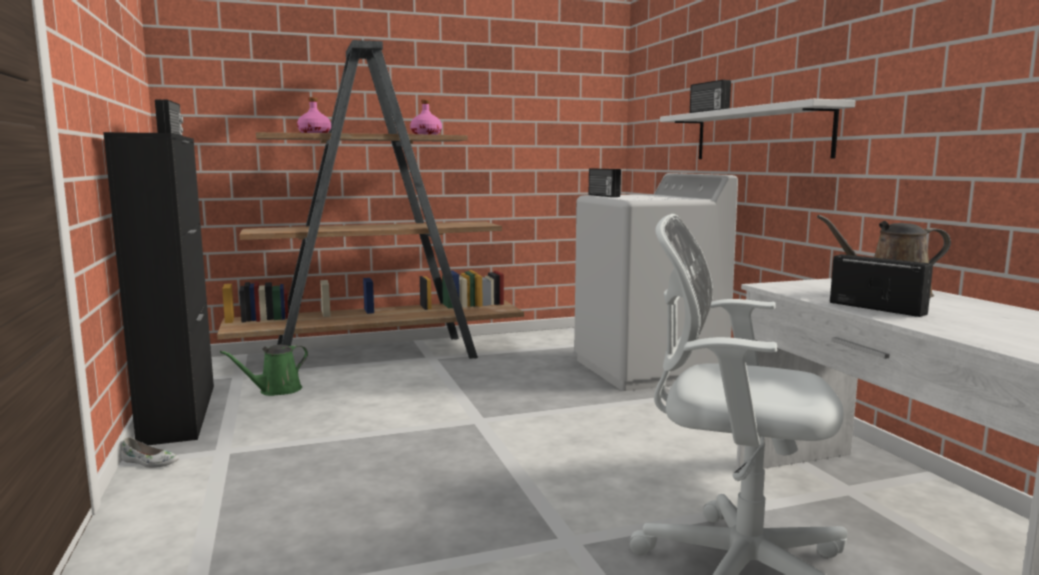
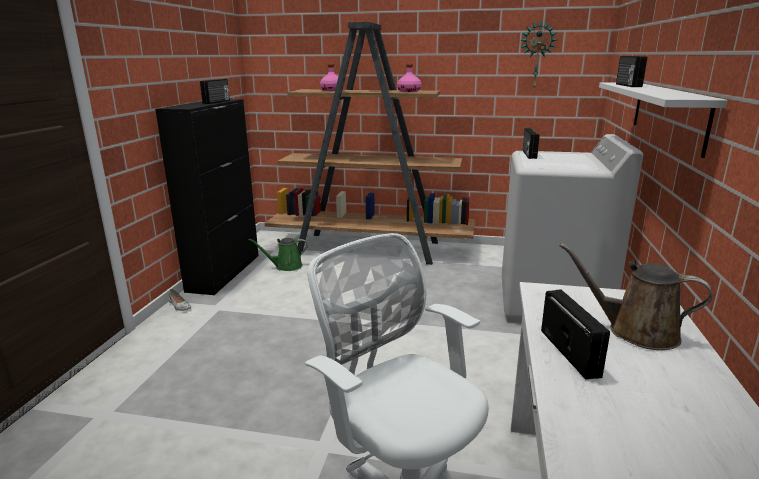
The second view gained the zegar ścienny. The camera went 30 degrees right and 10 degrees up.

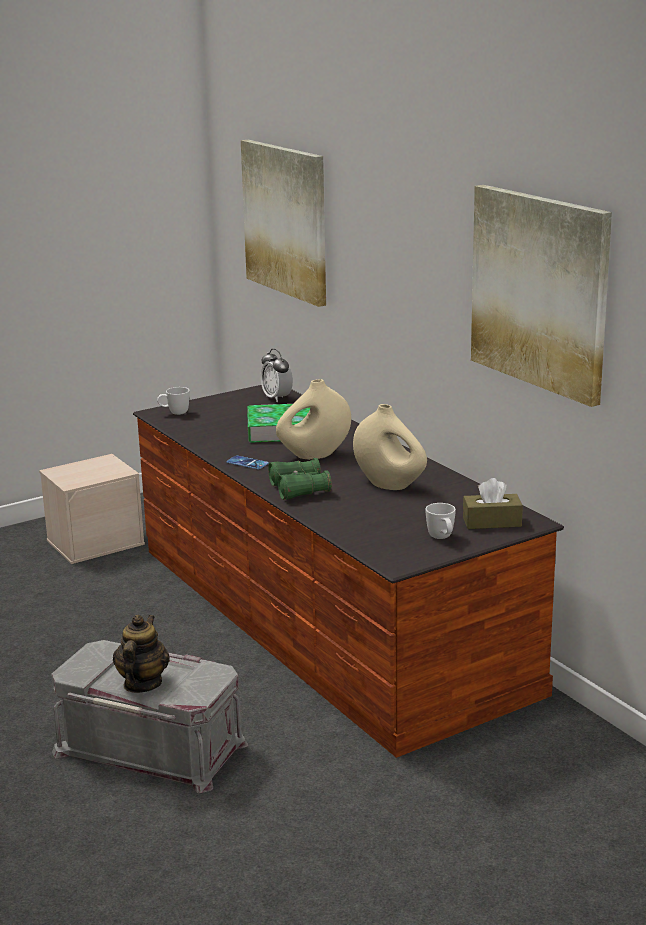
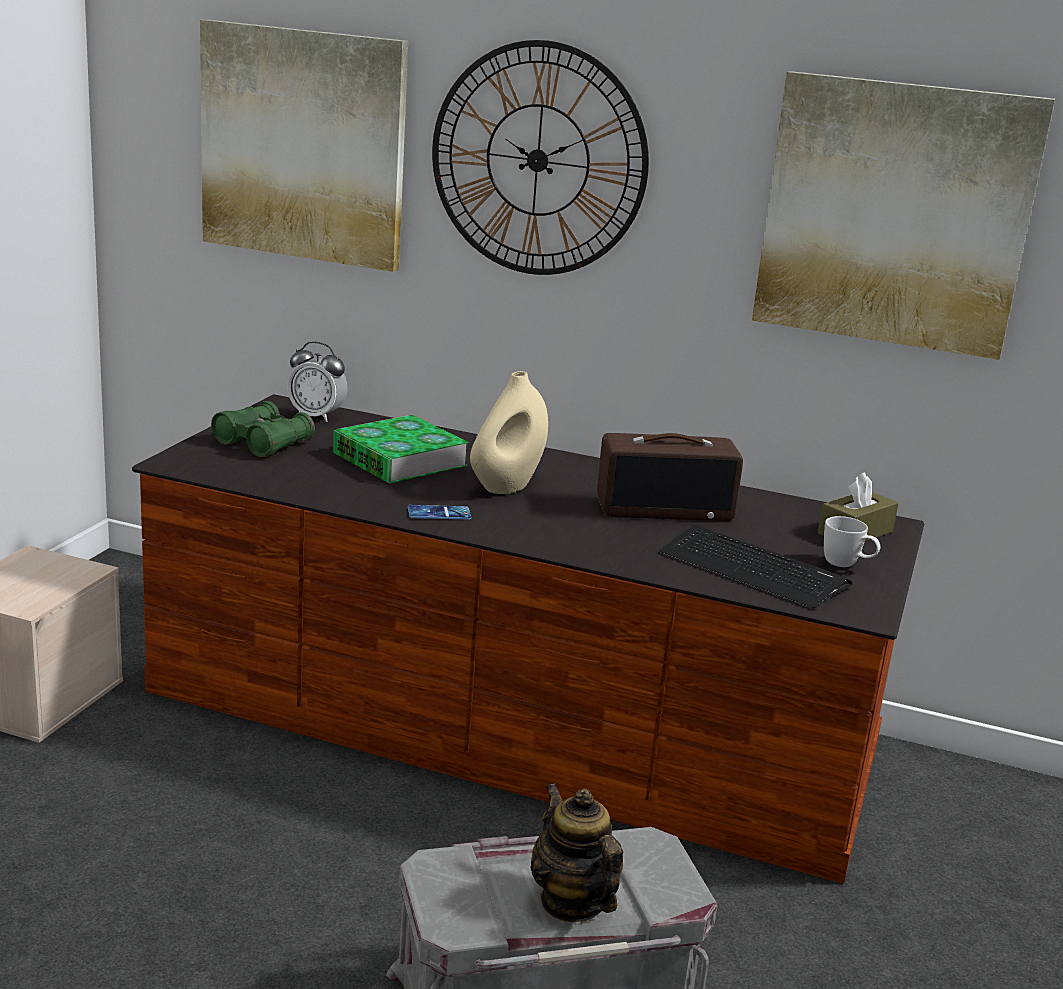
The lornetka/zielony ended up elsewhere. The second view gained the zegar ścienny. Where the wazon/beżowy (2nd from left) stood, the radio came to stand. The second view gained the klawiatura. The second view lost the kubek/biały (1st from left). The camera went 40 degrees left and 0 degrees up.

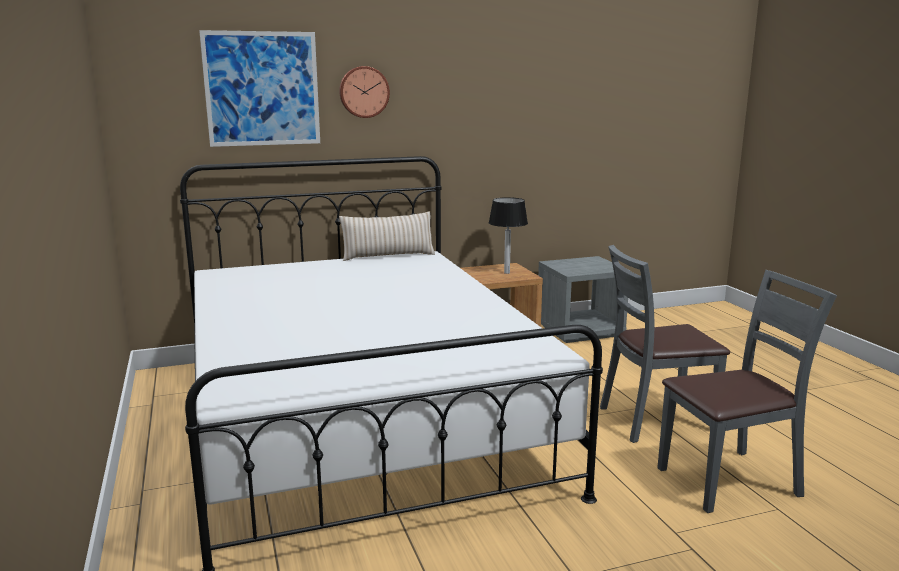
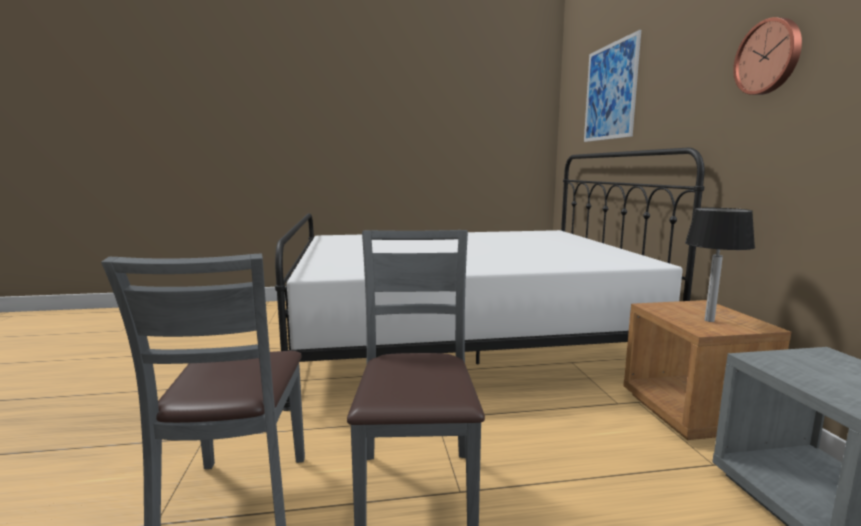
The zegar ścienny ended up elsewhere. The second view lost the poduszka/beżowy. The camera went 100 degrees right and 5 degrees down.

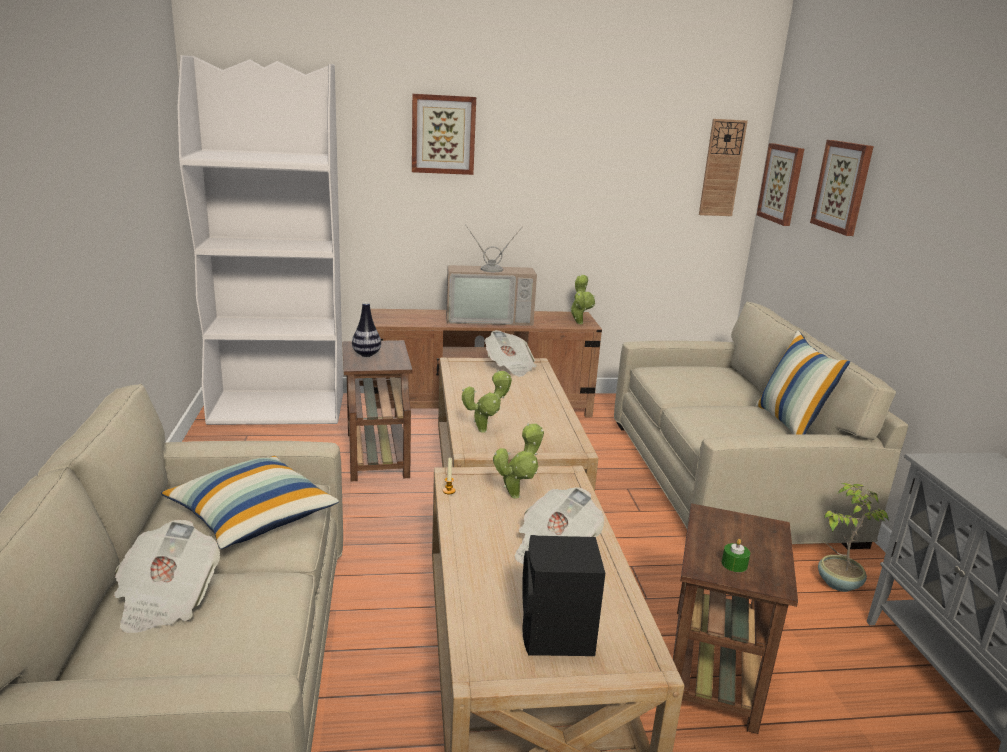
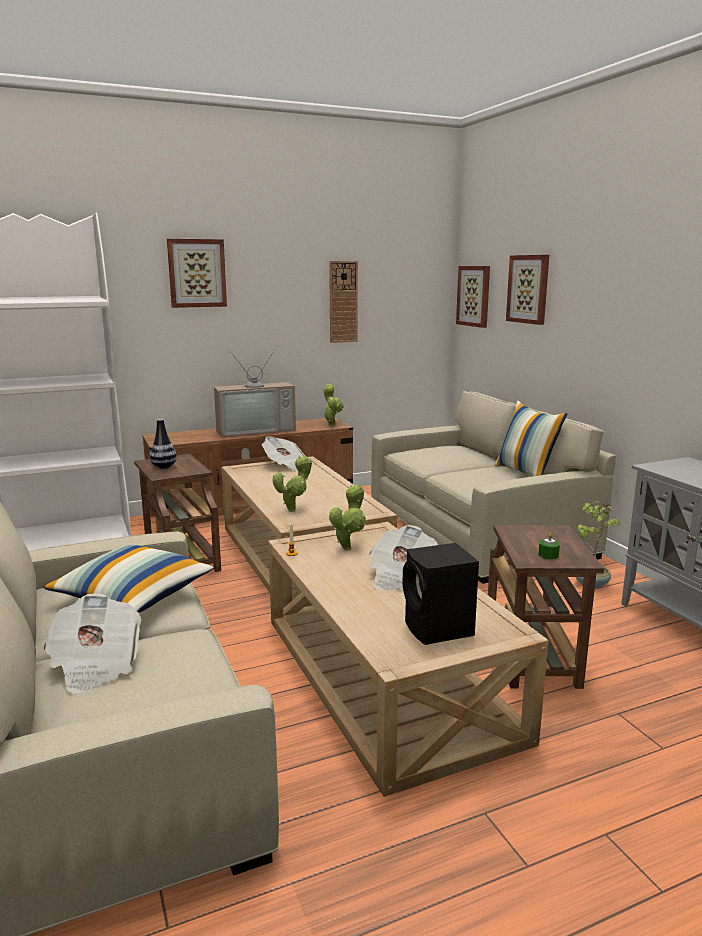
The zegar ścienny ended up elsewhere. The camera went 15 degrees left and 5 degrees down.

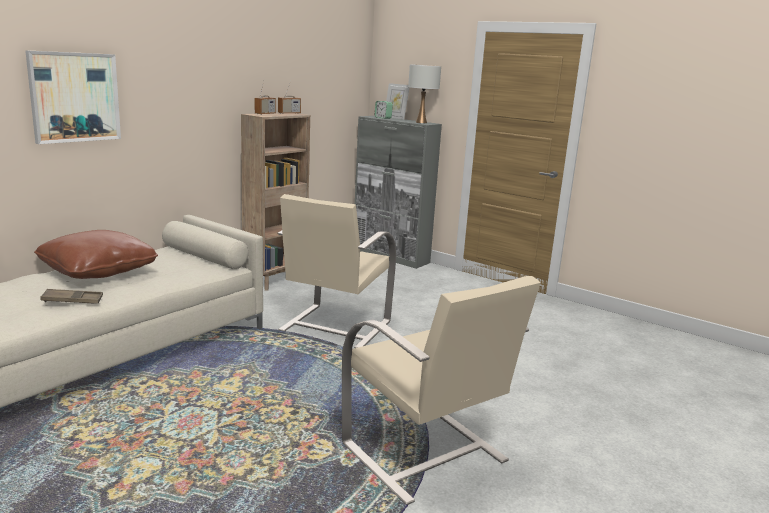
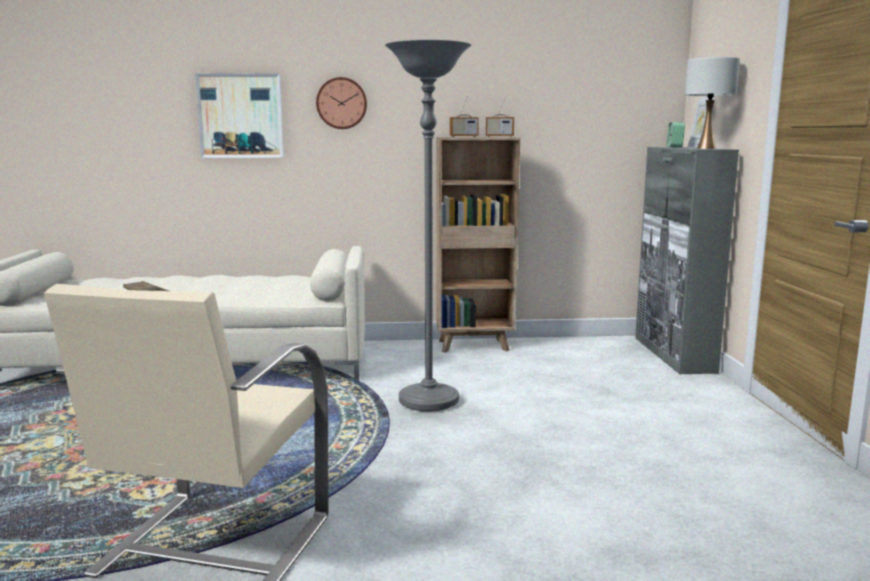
The second view gained the zegar ścienny. Where the fotel/beżowy (1st from left) stood, the lampa stojąca/szary came to stand. The second view lost the poduszka/brązowy. The camera went 50 degrees right and 5 degrees down.

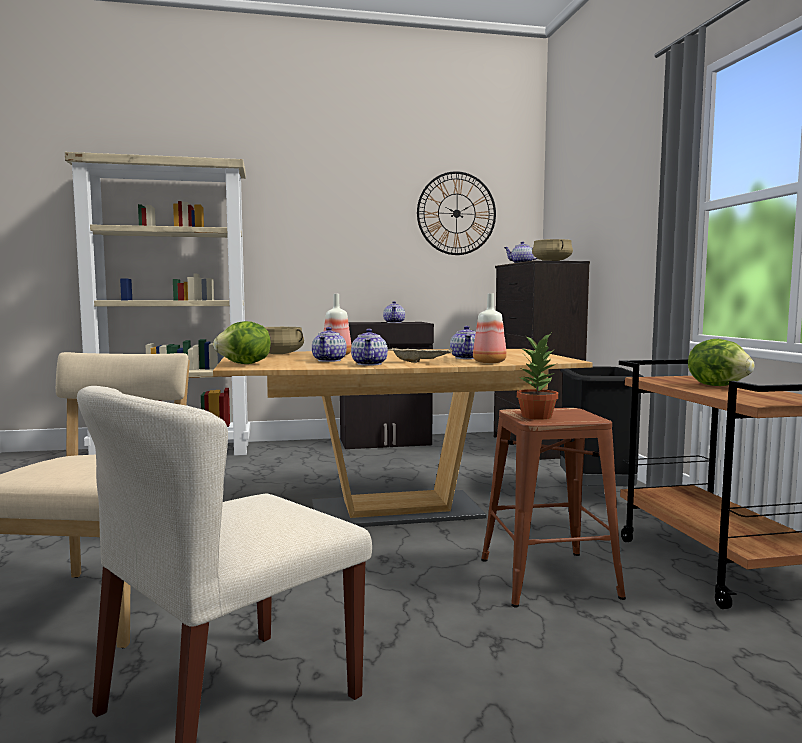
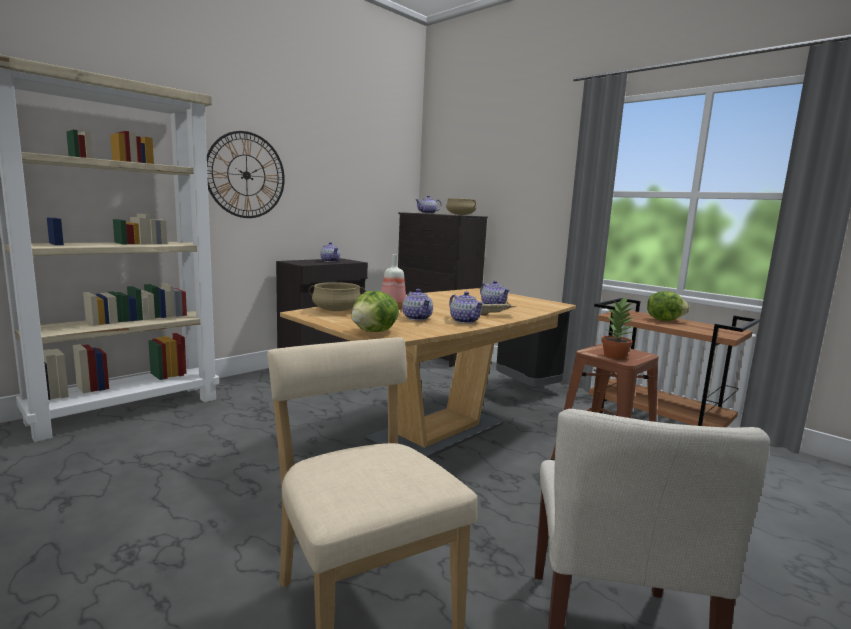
The zegar ścienny ended up elsewhere. The second view lost the butelka (2nd from left). The camera went 35 degrees left and 5 degrees up.

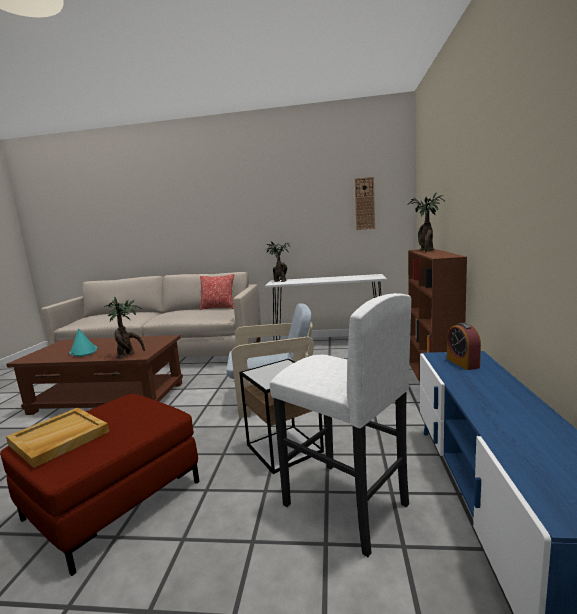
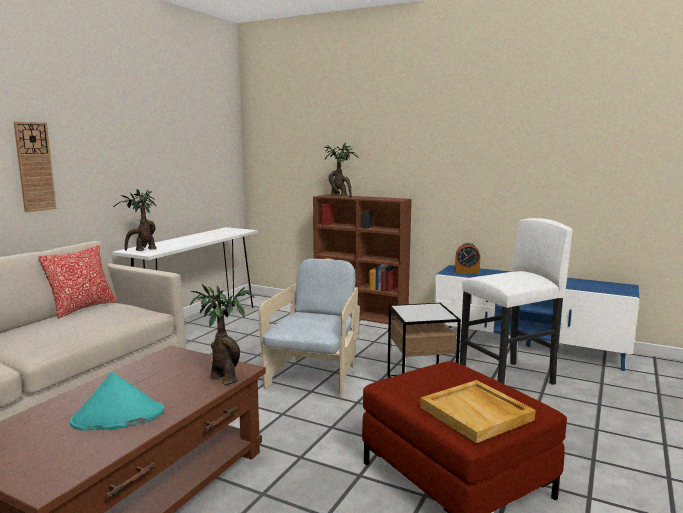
The zegar ścienny ended up elsewhere. The camera went 70 degrees left and 0 degrees up.

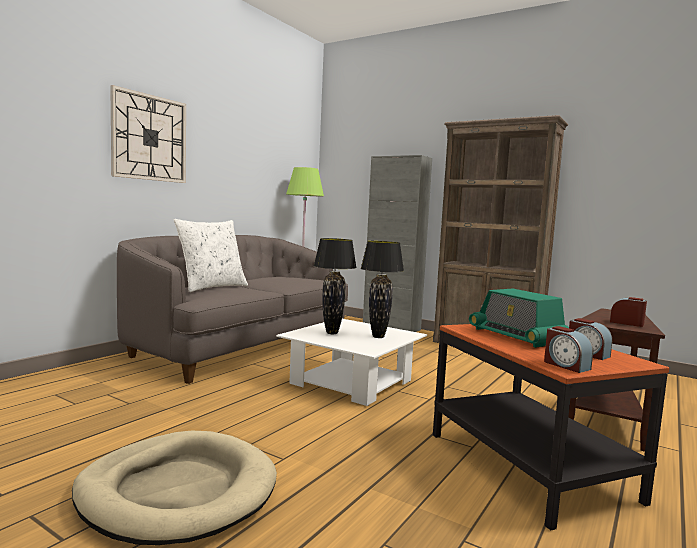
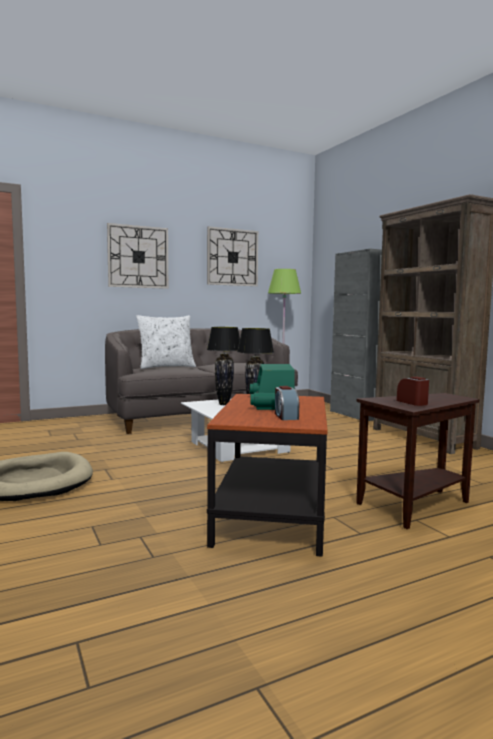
The second view gained the zegar ścienny (2nd from left). The second view lost the budzik (1st from left). The camera went 30 degrees right and 0 degrees up.

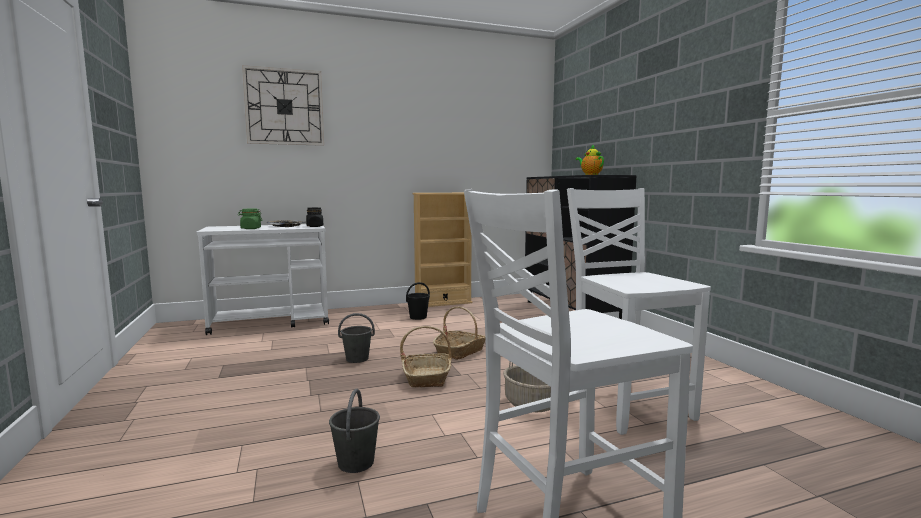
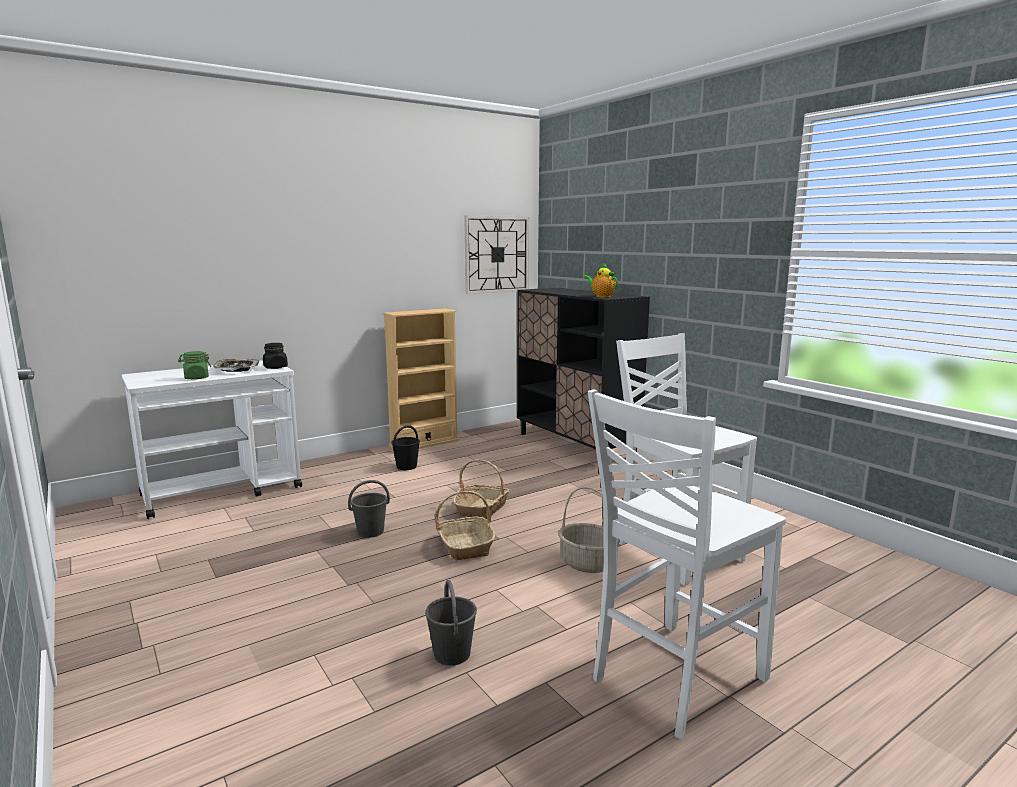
The zegar ścienny ended up elsewhere. The camera went 15 degrees left and 5 degrees up.

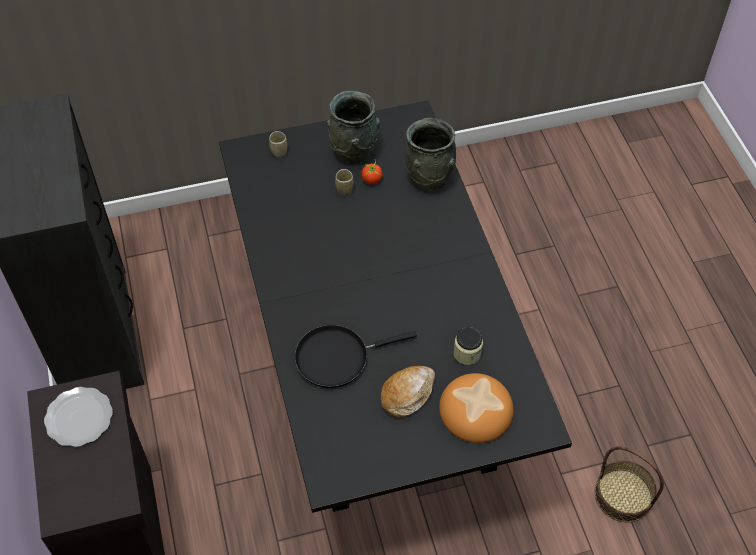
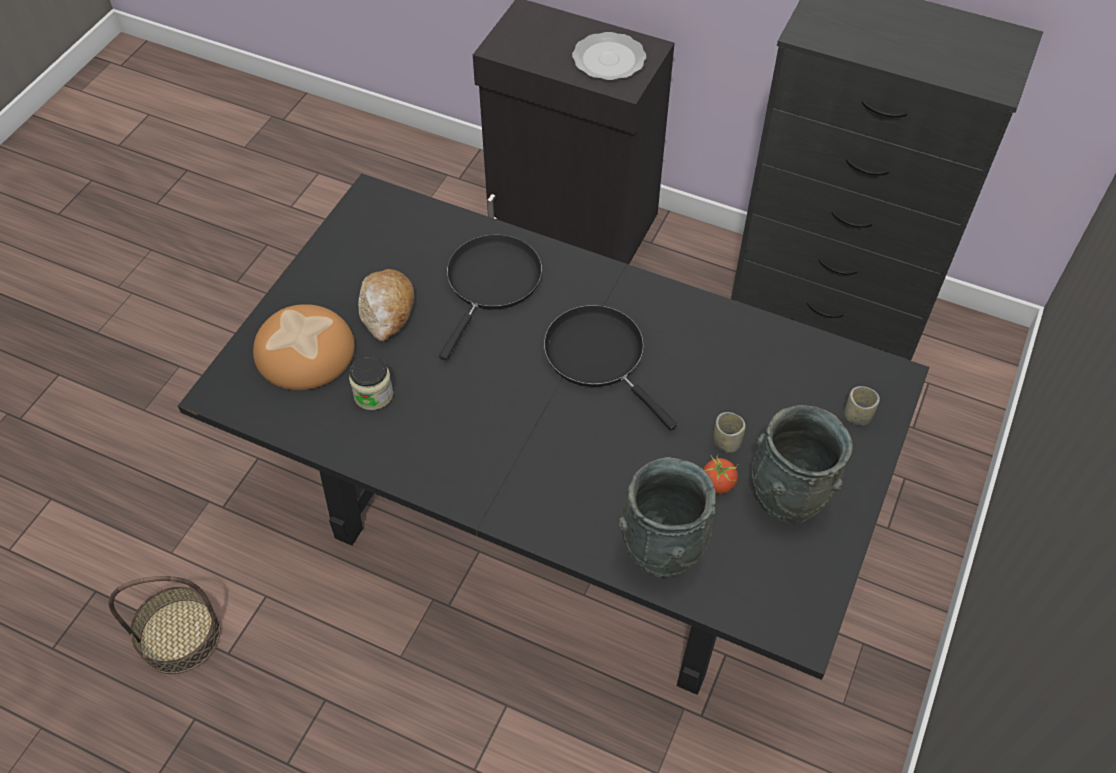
The second view gained the patelnia/czarny (2nd from left). The camera went 130 degrees right and 0 degrees up.

